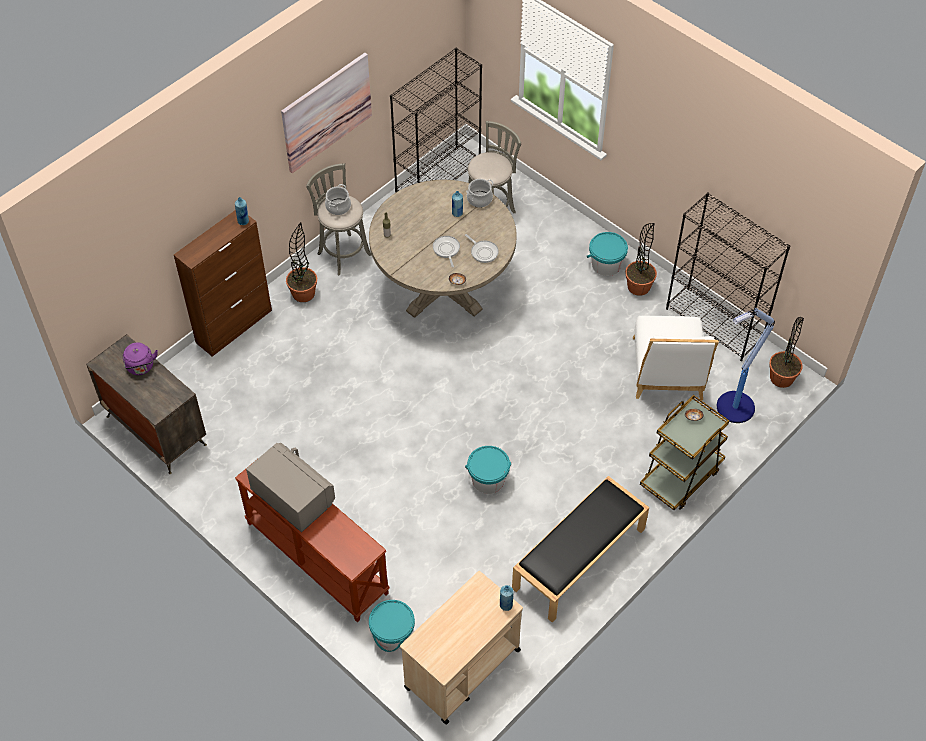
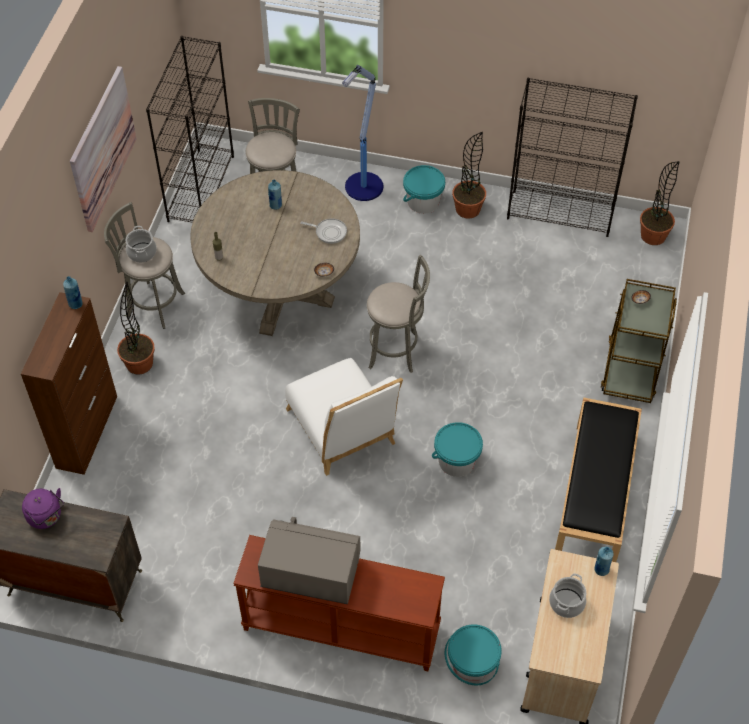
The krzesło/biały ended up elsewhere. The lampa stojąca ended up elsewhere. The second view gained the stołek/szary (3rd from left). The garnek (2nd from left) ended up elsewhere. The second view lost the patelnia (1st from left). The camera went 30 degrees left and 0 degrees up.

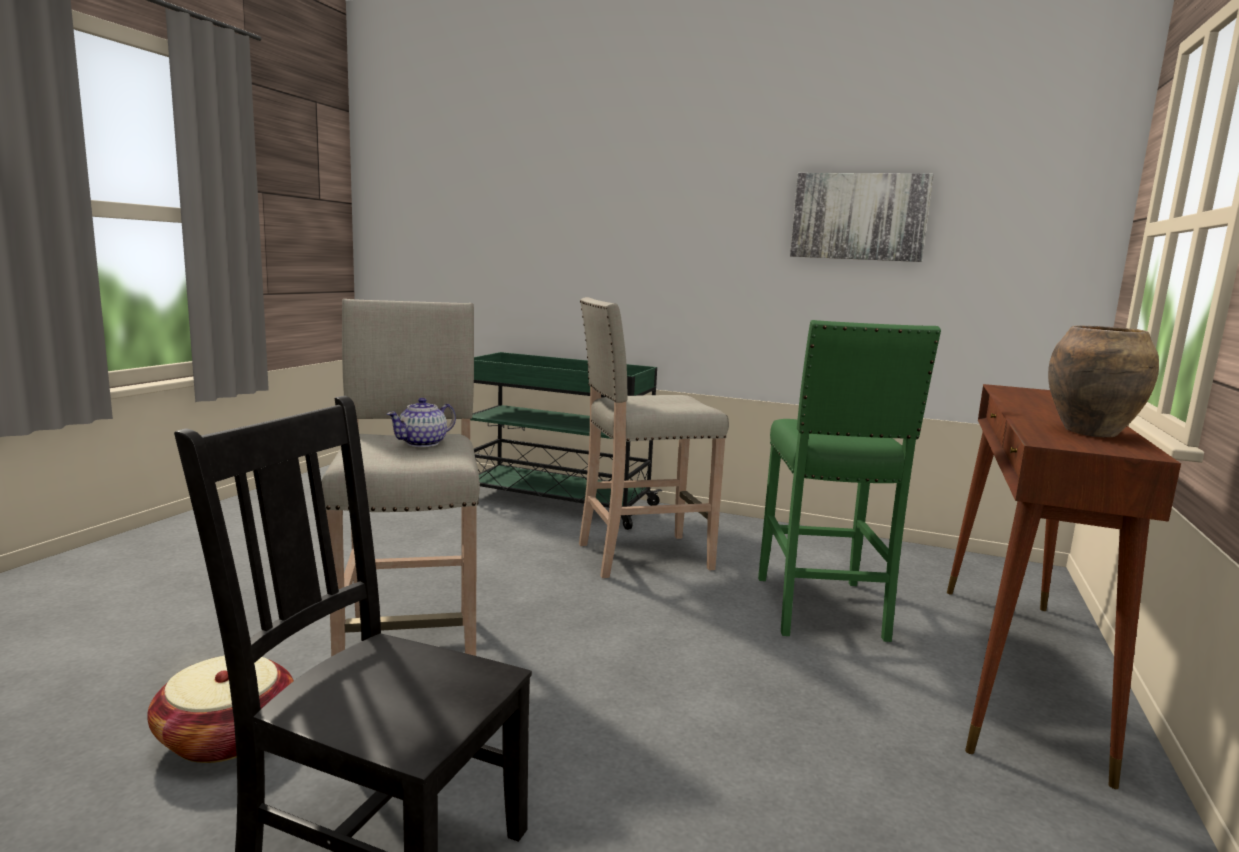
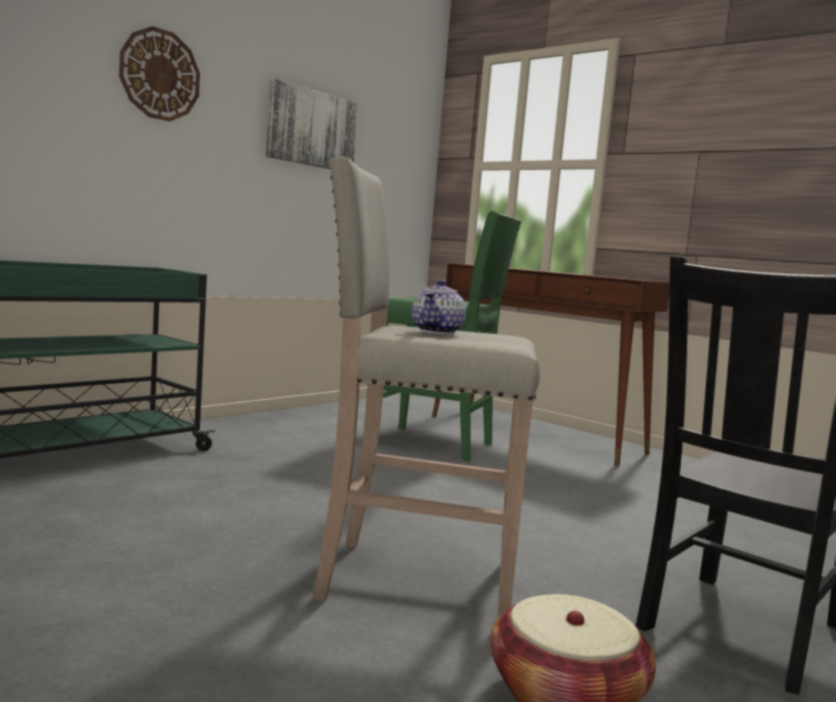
The second view gained the zegar ścienny. The imbryk ended up facing another way, 45 degrees clockwise from before. The second view lost the stołek/beżowy (2nd from left). The second view lost the wazon/brązowy. The camera went 70 degrees left and 5 degrees down.

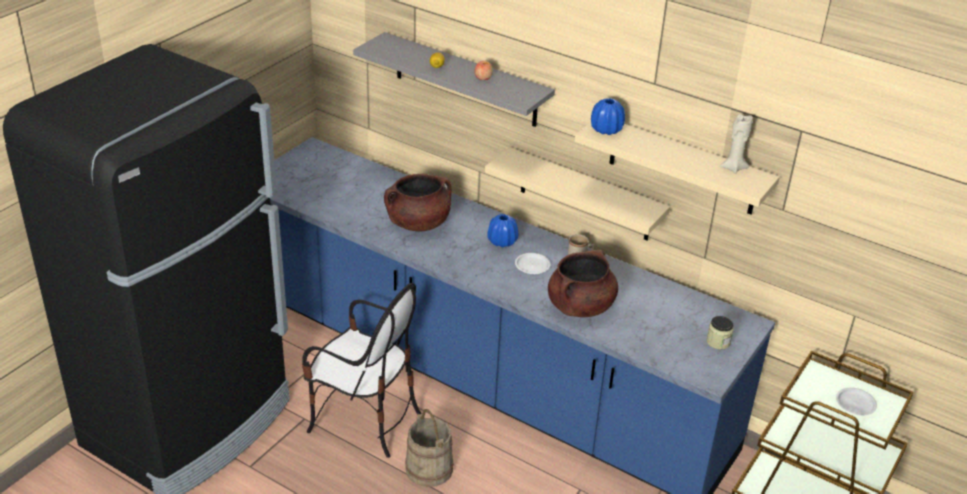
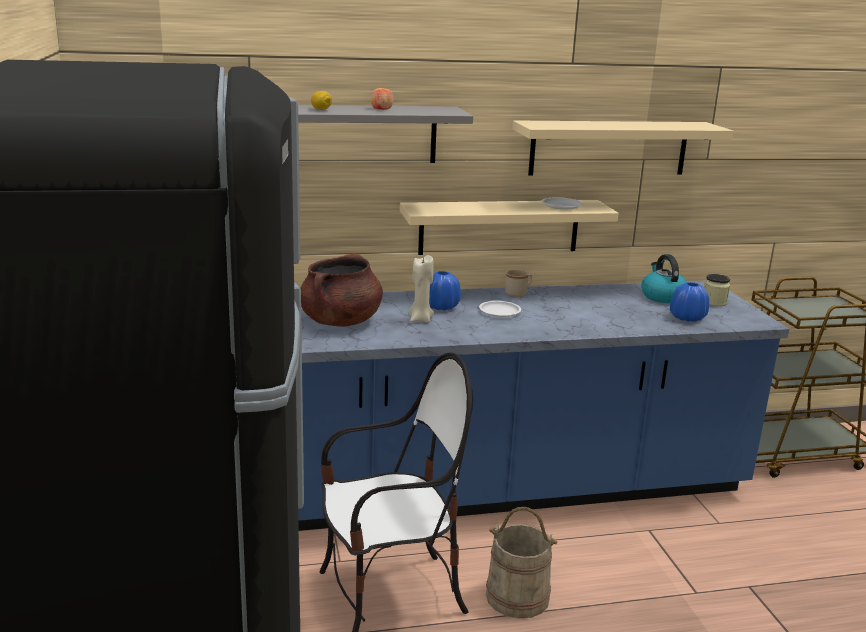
The świeca/beżowy ended up elsewhere. The talerz/biały (2nd from left) ended up elsewhere. The second view gained the czajnik. The wazon/niebieski (2nd from left) ended up elsewhere. The second view lost the garnek/brązowy (2nd from left). The camera went 45 degrees left and 15 degrees down.

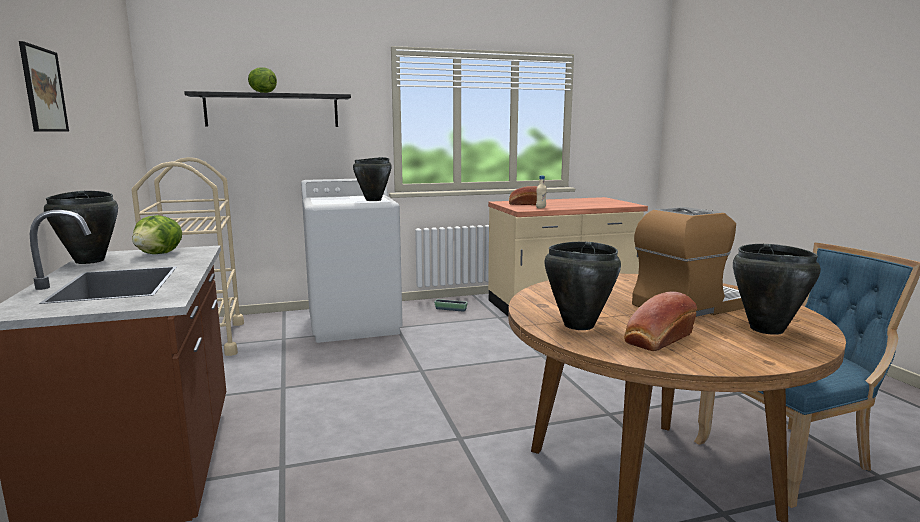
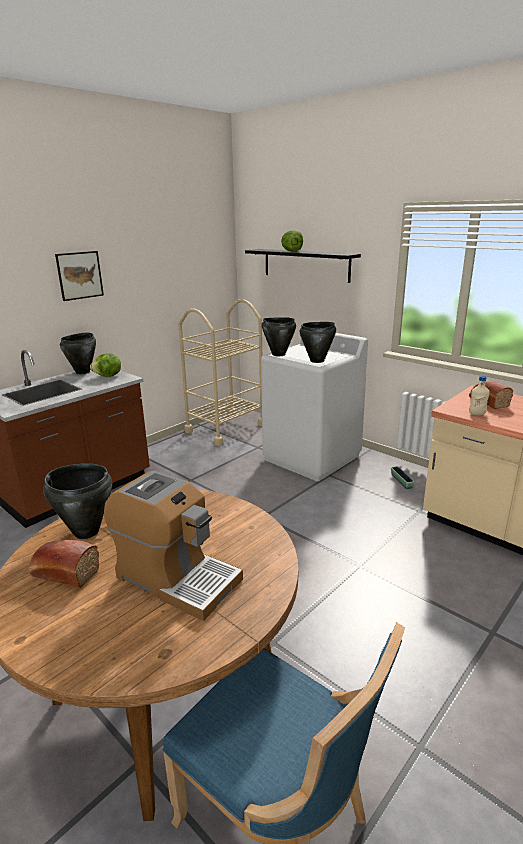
The garnek/czarny (4th from left in the first image) ended up elsewhere. The camera went 60 degrees right and 10 degrees up.

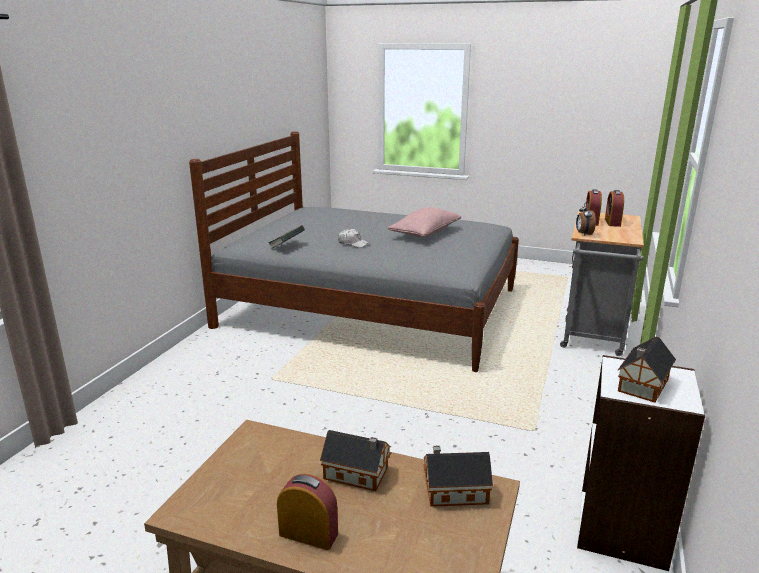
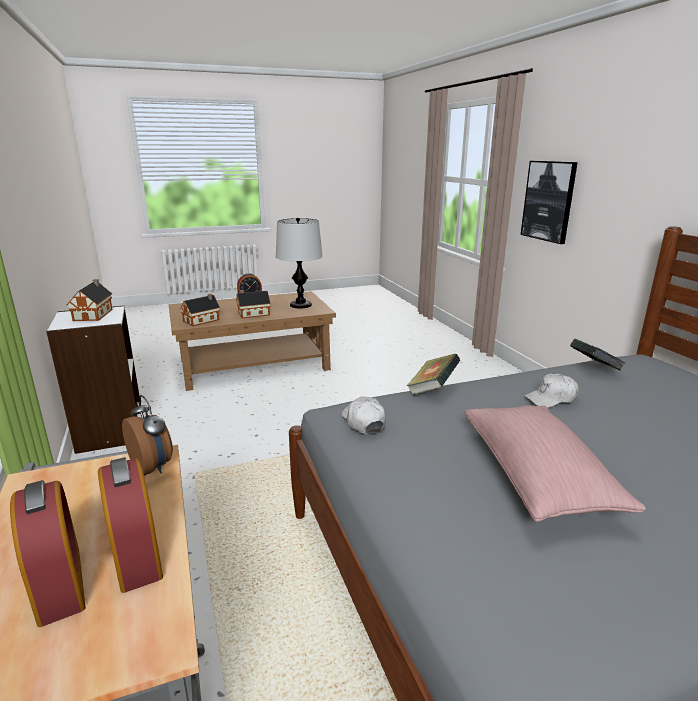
The second view gained the lampa stołowa. The second view gained the czapka z daszkiem/biały (1st from left). The second view gained the książka (1st from left). The second view gained the obraz. The camera went 140 degrees right and 0 degrees up.

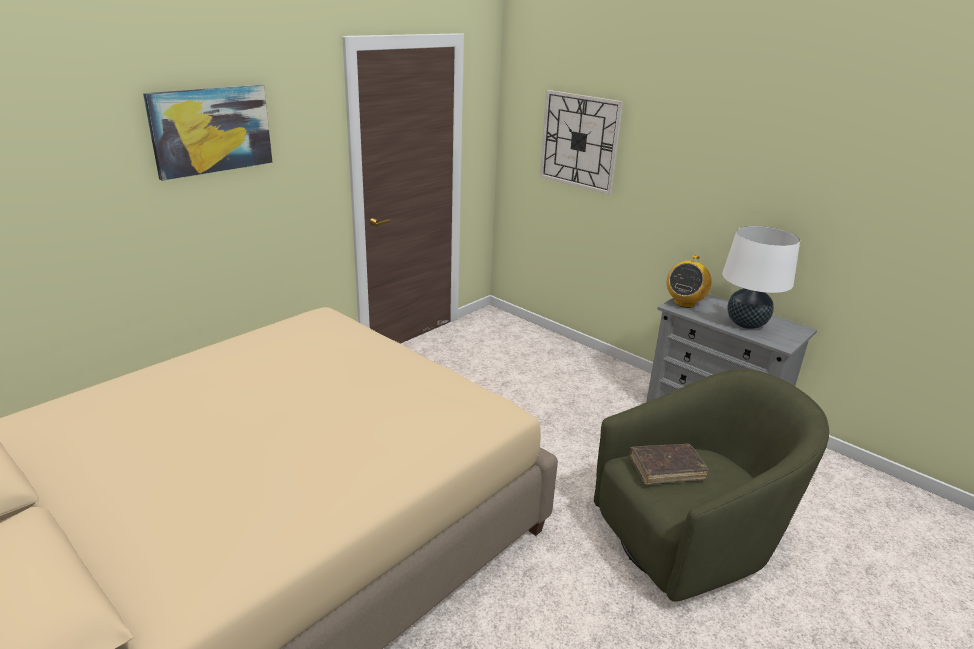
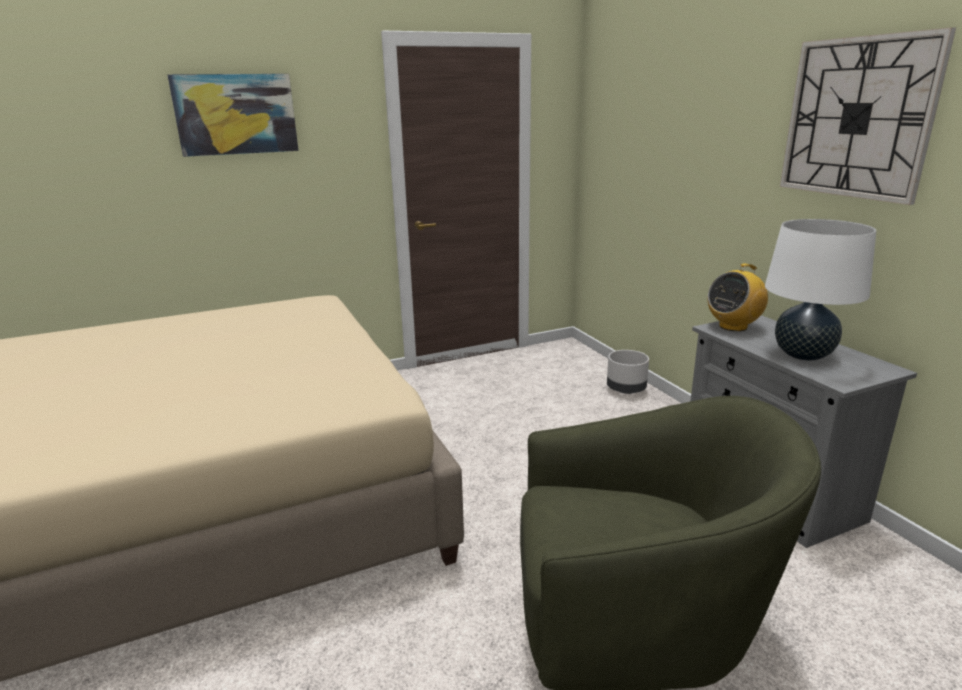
The second view gained the donica/szary. The zegar ścienny ended up elsewhere. The second view lost the książka/brązowy. The camera went 25 degrees right and 5 degrees down.

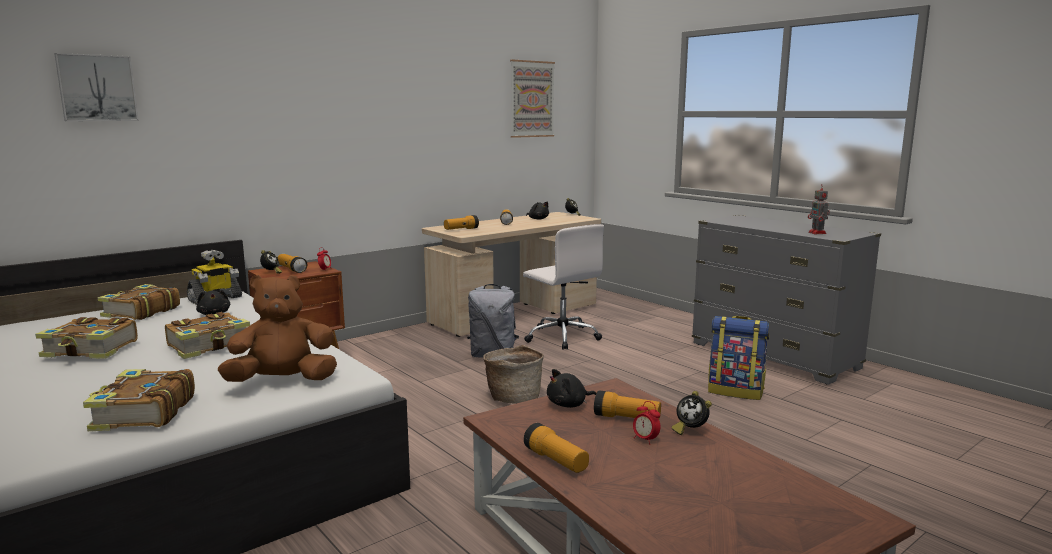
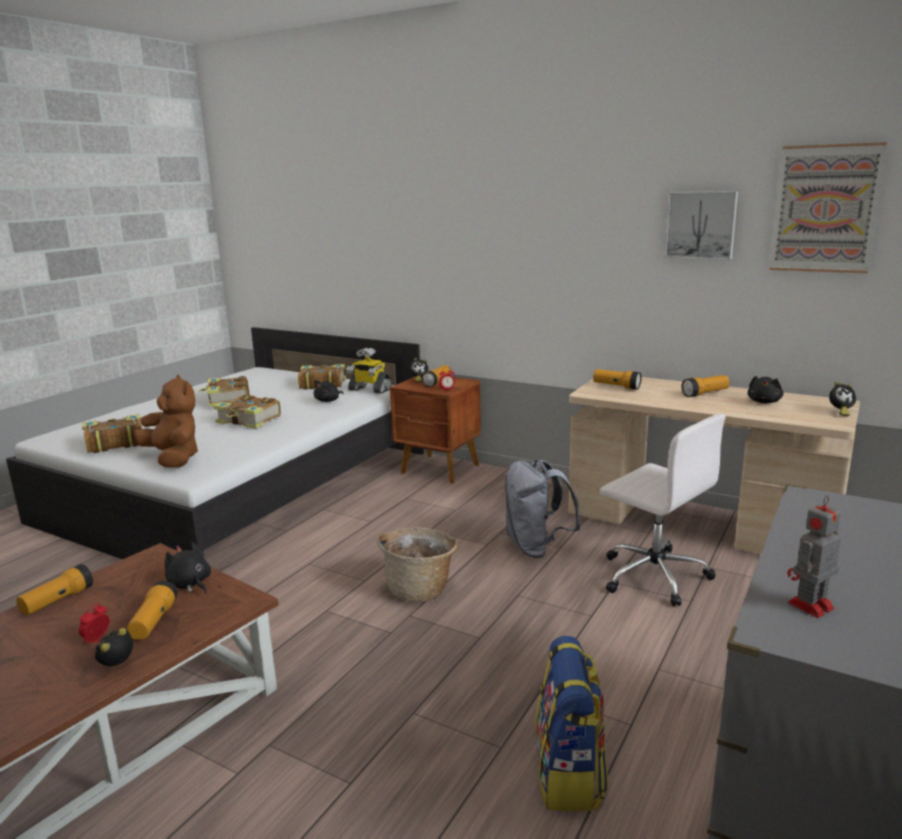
The krzesło biurowe/biały ended up facing another way, 75 degrees counterclockwise from before. The obraz (1st from left) ended up elsewhere. The camera went 70 degrees right and 5 degrees up.

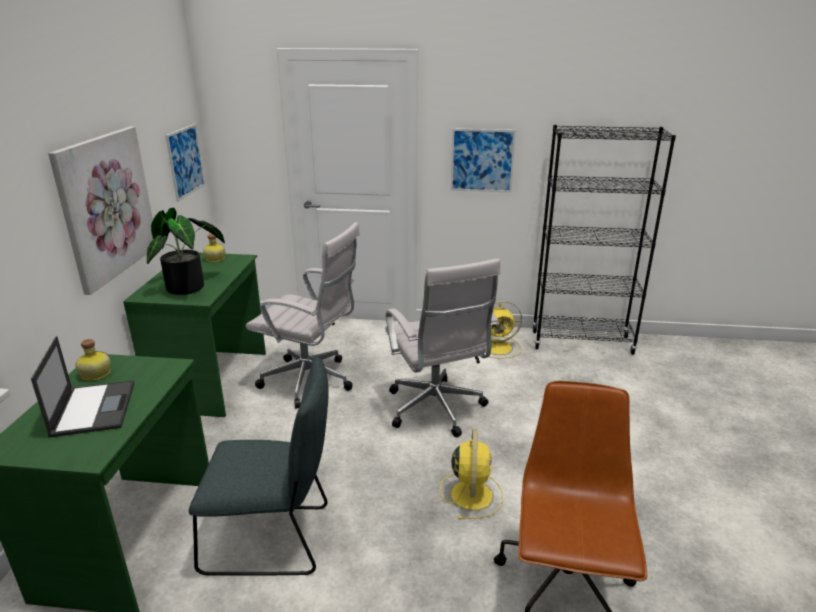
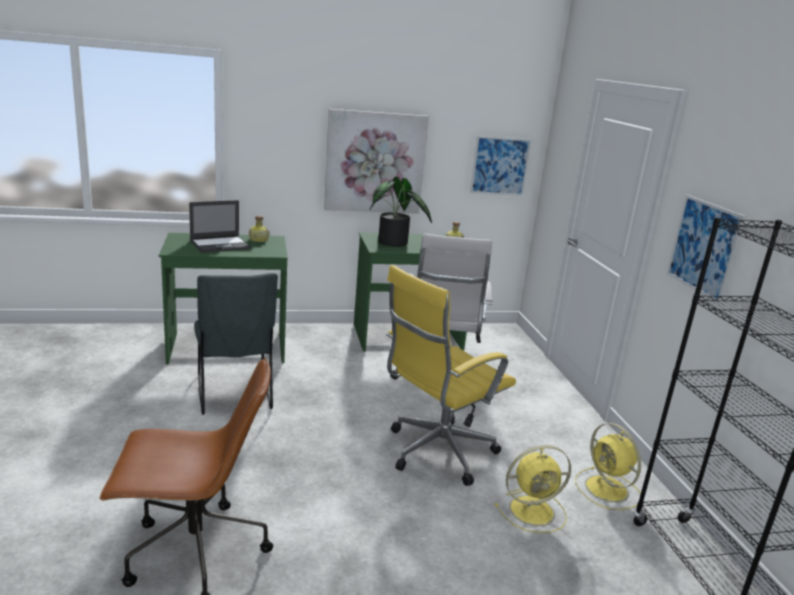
What was the krzesło biurowe/biały (2nd from left) turned into the krzesło biurowe/żółty. The wentylator/żółty (1st from left) ended up elsewhere. The camera went 70 degrees right and 5 degrees down.

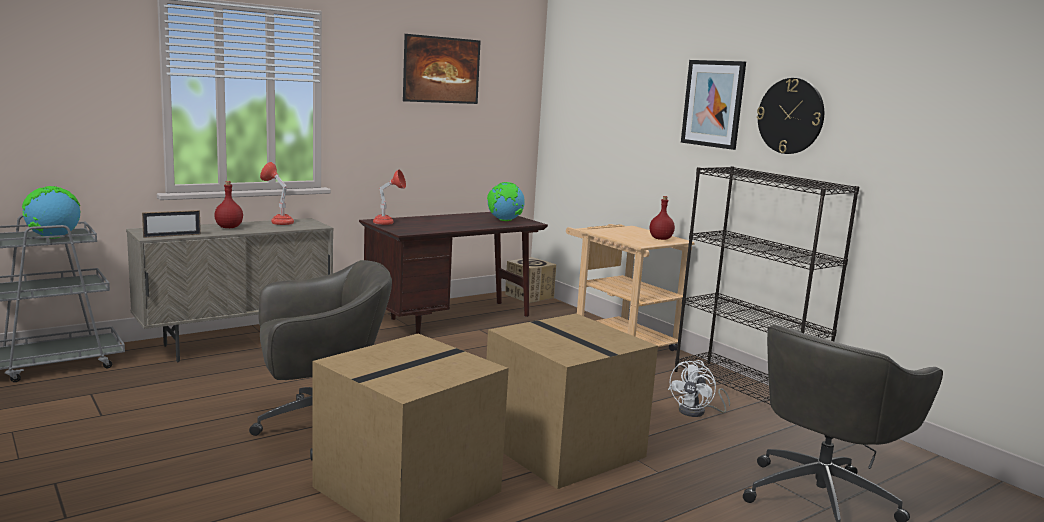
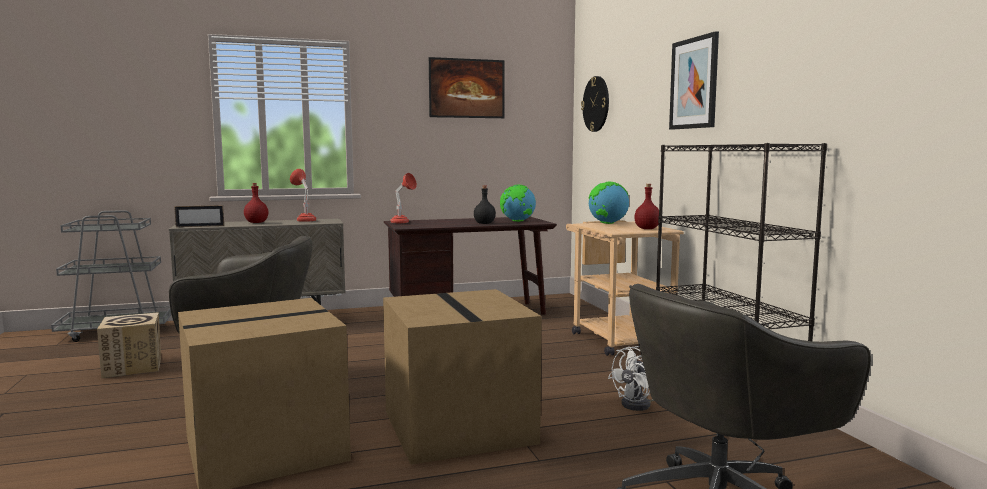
The karton (2nd from left in the first image) ended up elsewhere. The second view gained the butelka/czarny. The zegar ścienny ended up elsewhere. The globus (1st from left in the first image) ended up elsewhere. The camera went 20 degrees right and 5 degrees down.

